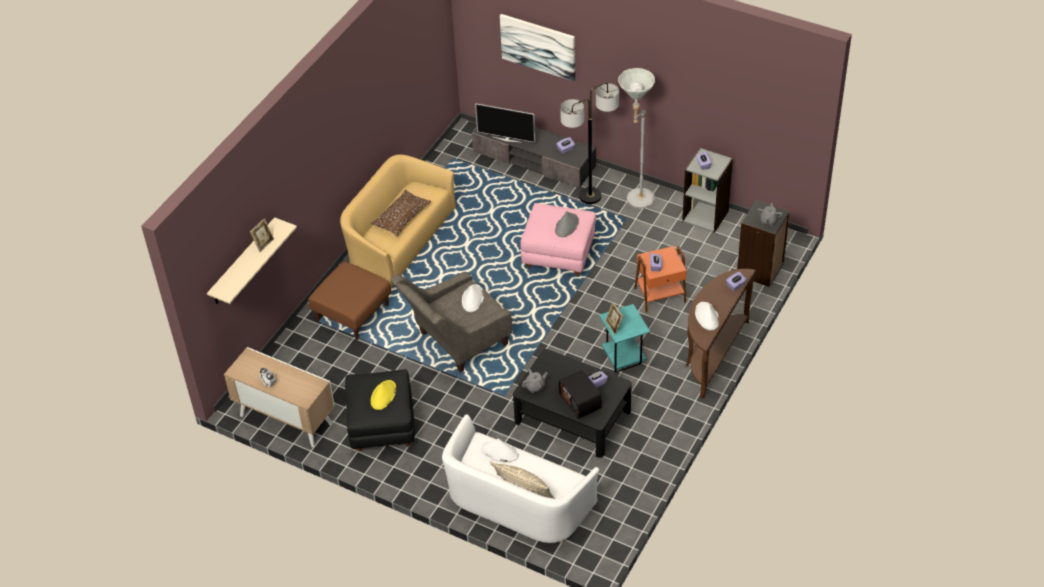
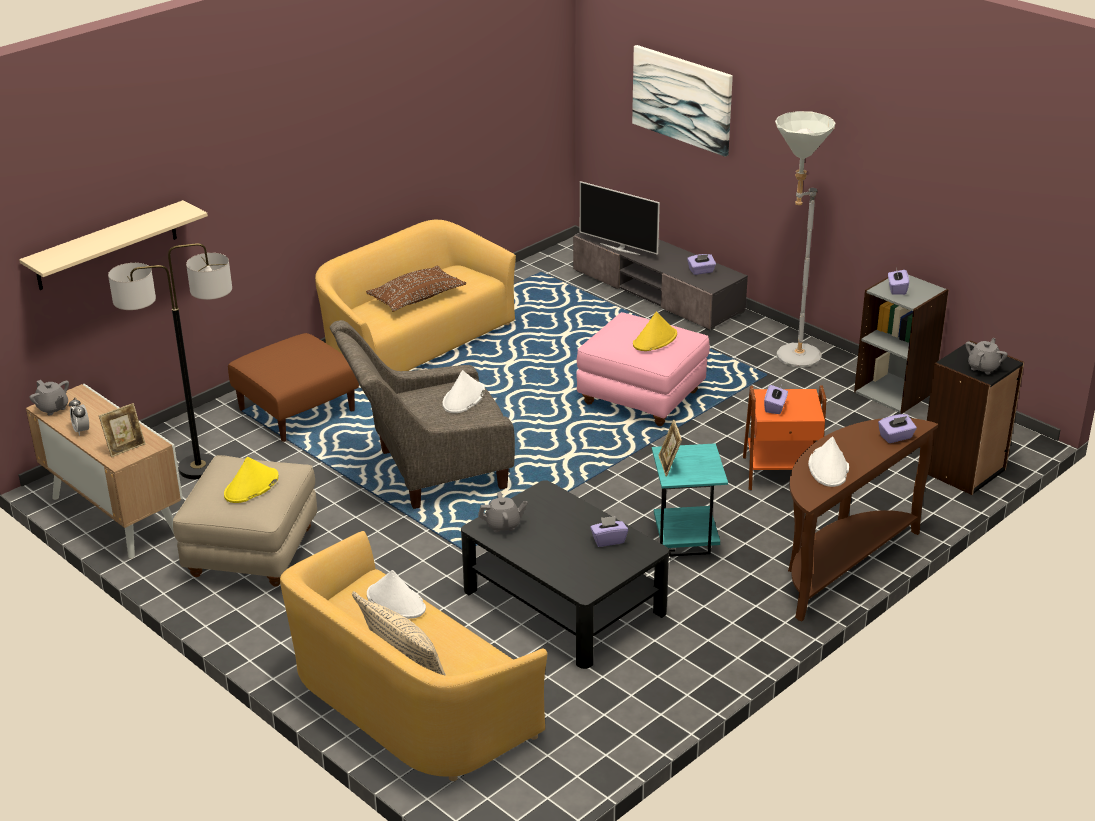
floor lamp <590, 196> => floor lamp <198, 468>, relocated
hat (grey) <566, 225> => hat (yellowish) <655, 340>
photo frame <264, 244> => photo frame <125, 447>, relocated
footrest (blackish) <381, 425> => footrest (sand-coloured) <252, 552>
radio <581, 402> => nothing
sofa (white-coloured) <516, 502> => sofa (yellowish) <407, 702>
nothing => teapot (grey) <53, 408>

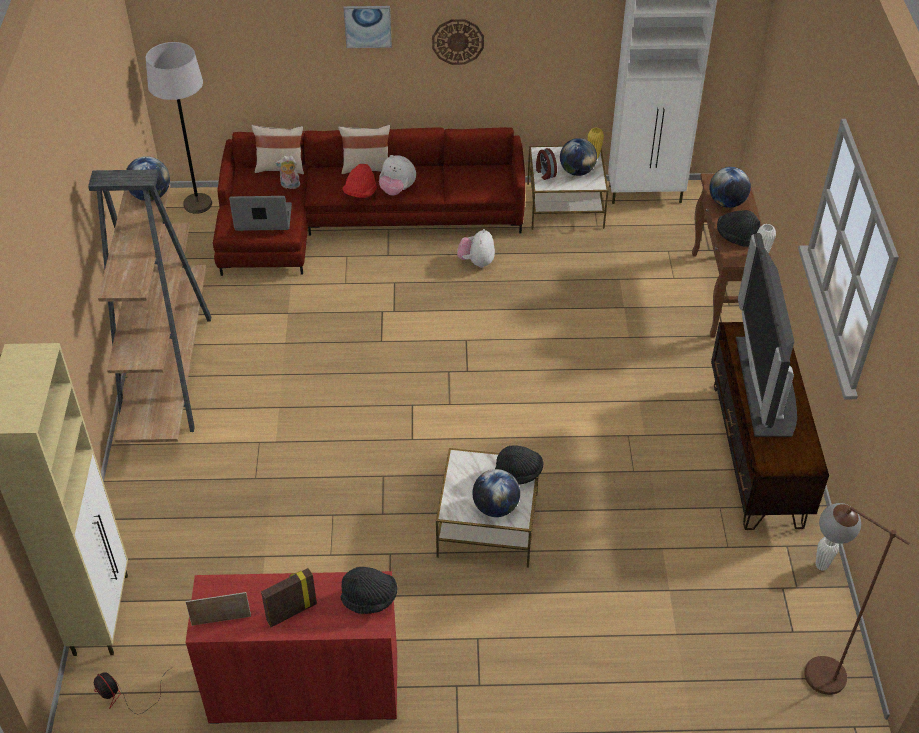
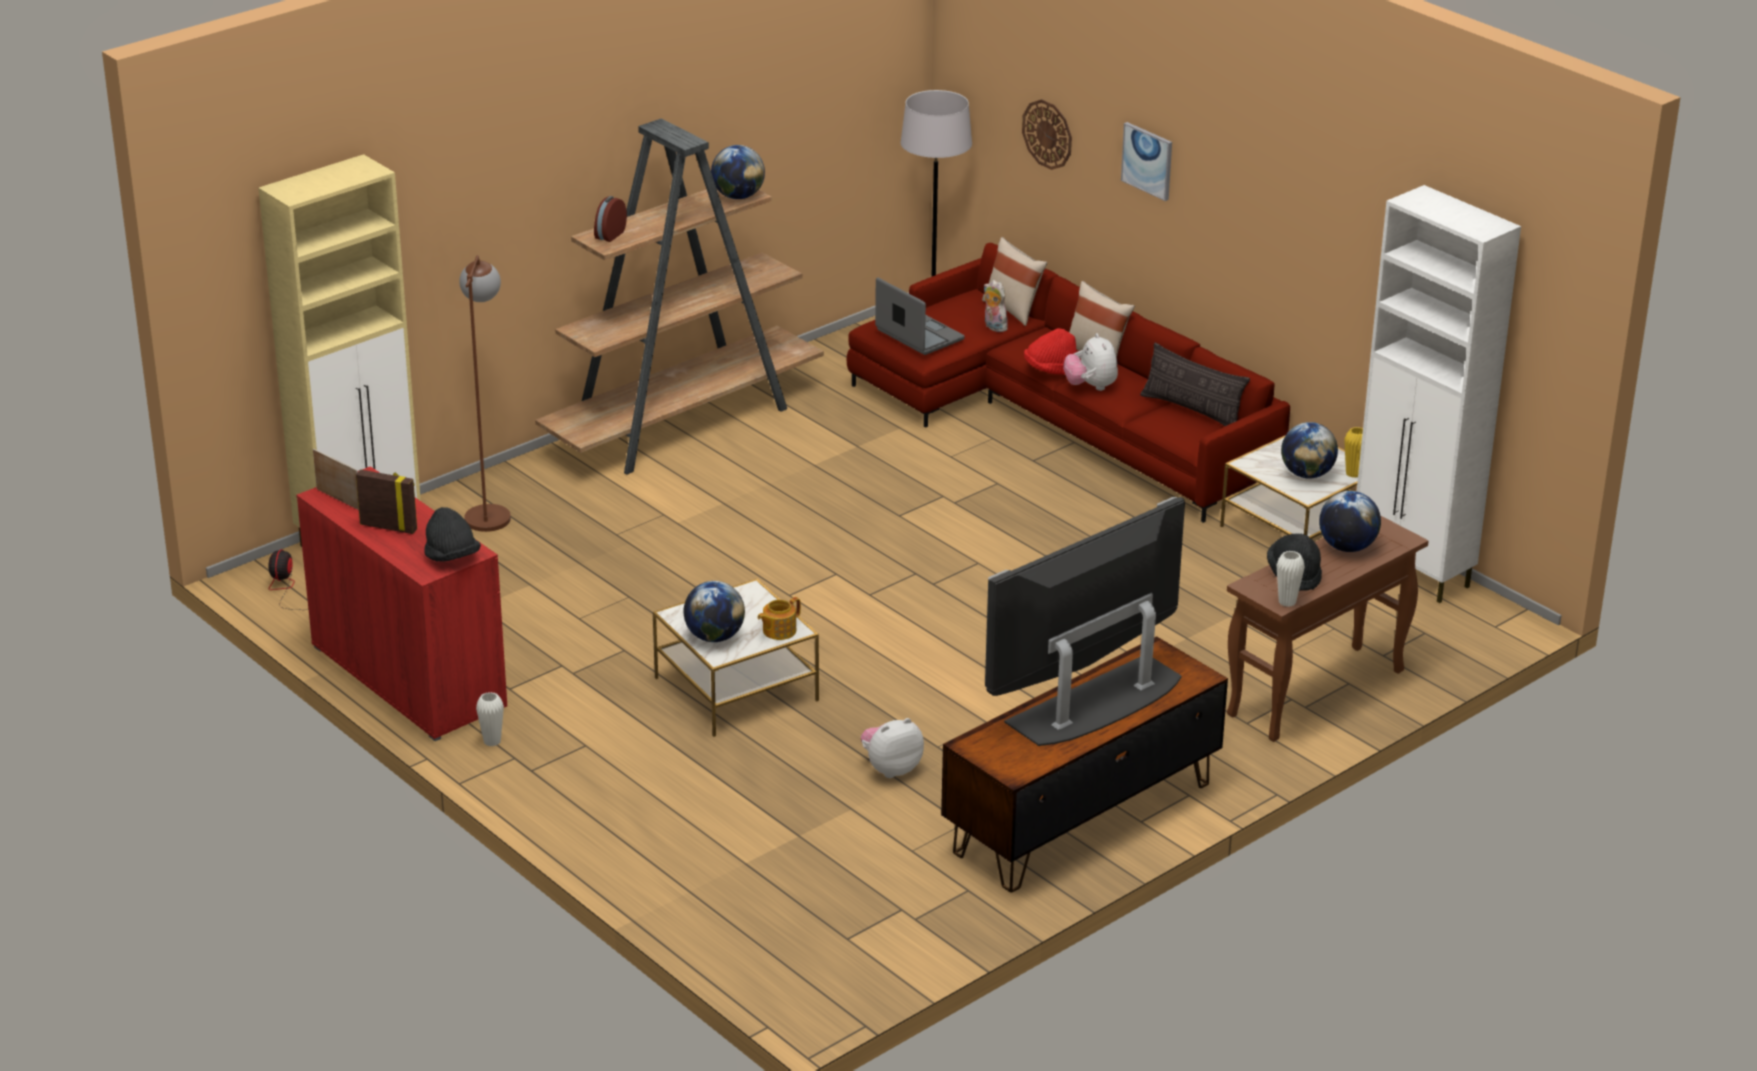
hanging clock <458, 41> => hanging clock <1047, 134>, relocated
alarm clock <545, 173> => alarm clock <609, 235>, relocated
plush toy <476, 262> => plush toy <891, 768>, relocated
hat (blackish) <518, 473> => teapot <778, 631>
floor lamp (brown-coloured) <812, 667> => floor lamp (brown-coloured) <490, 511>, relocated
flower vase (white-coloured) <821, 565> => flower vase (white-coloured) <492, 741>, relocated
nothing => cushion <1192, 411>

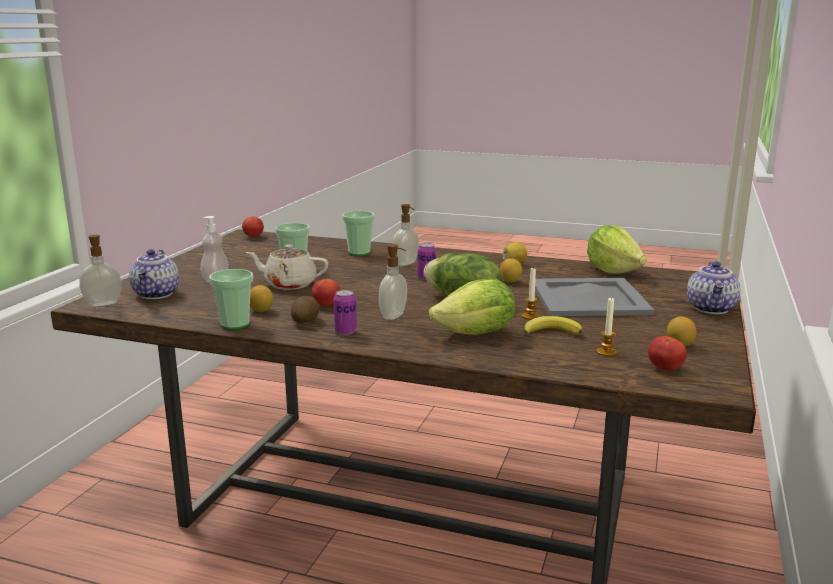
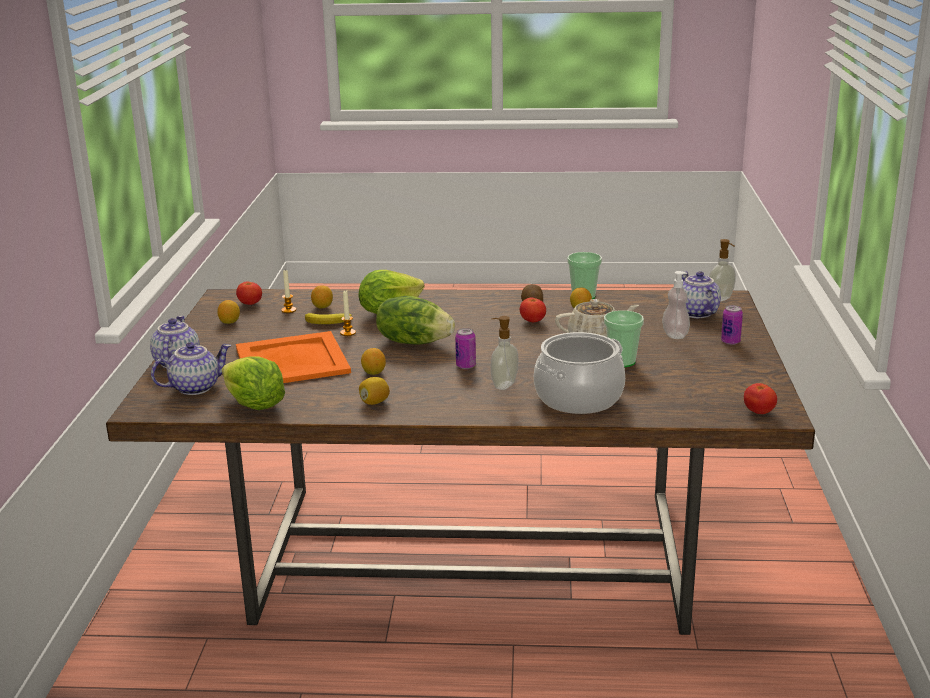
small cup <359, 252> => stockpot <578, 397>
liquid soap bottle <394, 316> => nothing
tray (grey) <590, 298> => tray (orangey) <291, 360>
sealed can <345, 332> => sealed can <730, 341>, relocated
nothing => whole lemon <322, 307>
nothing => teapot <195, 387>

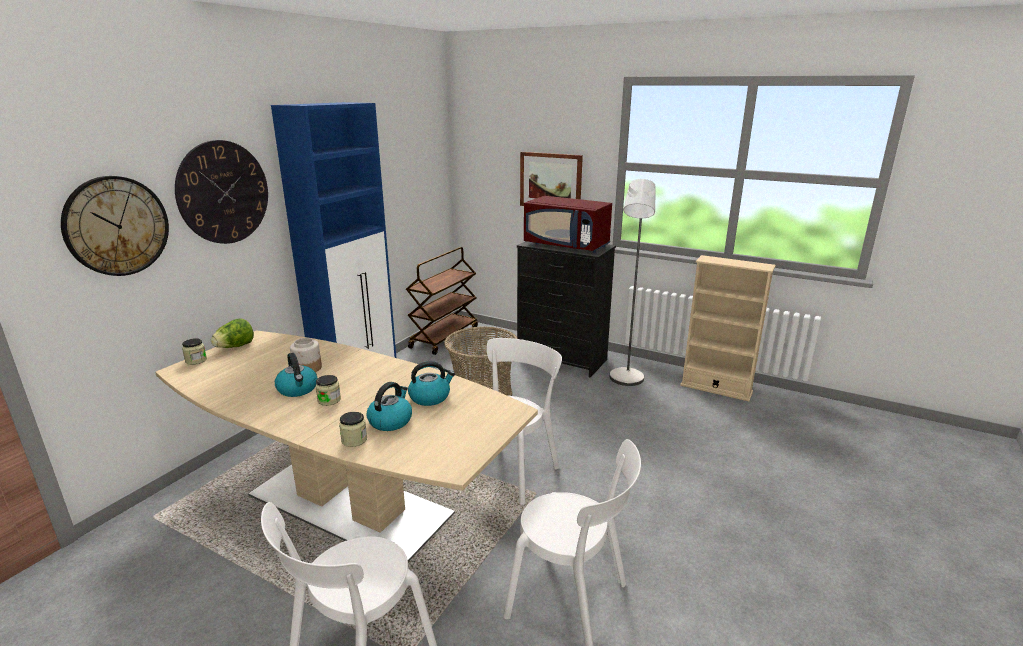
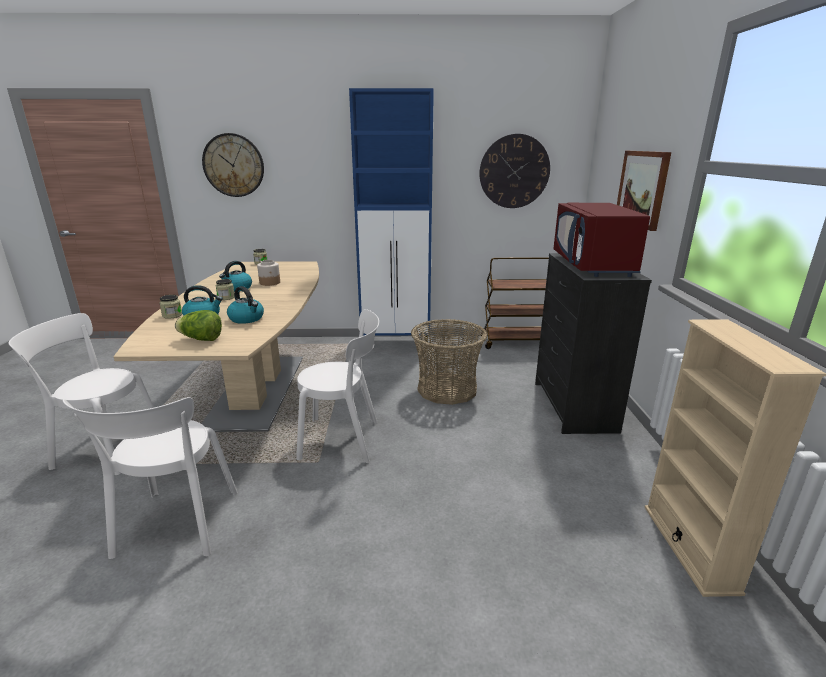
hanging clock <223, 192> => hanging clock <514, 171>, relocated
floor lamp (grey) <625, 381> => nothing
head of lettuce <235, 347> => head of lettuce <201, 339>, relocated

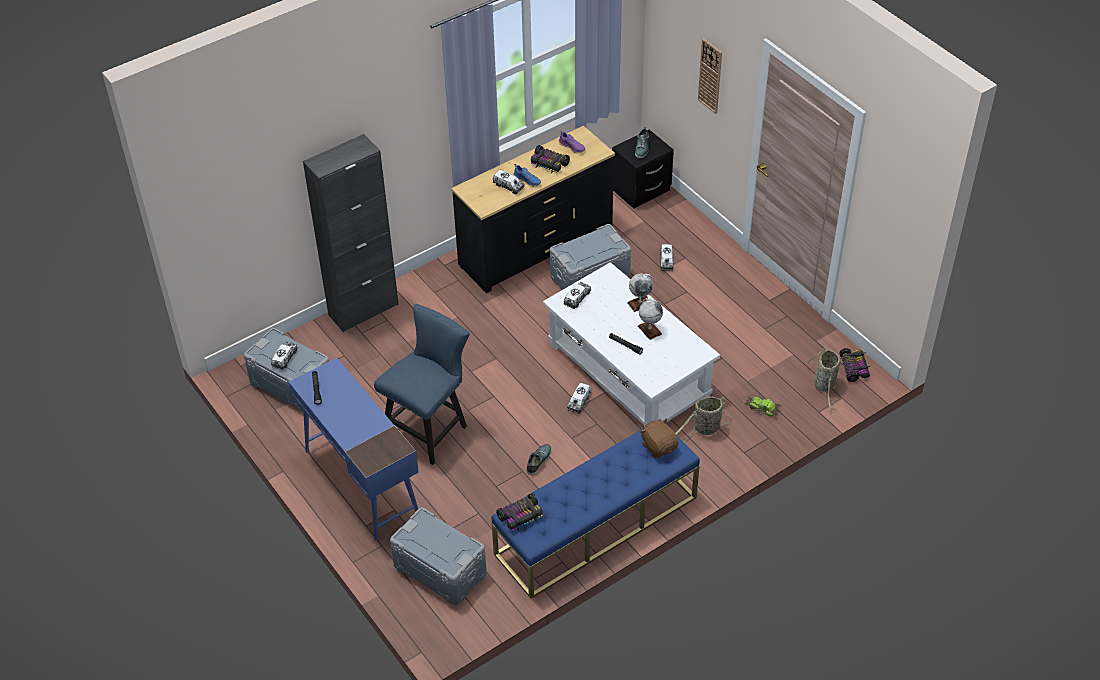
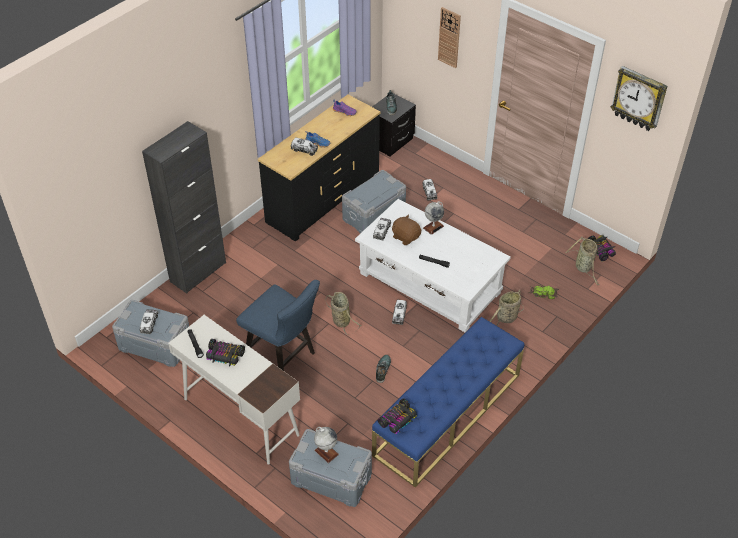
model car <548, 163> => model car <224, 356>, relocated
globe <649, 330> => globe <326, 452>, relocated
upright chair (blue) <429, 427> => upright chair (blue) <284, 359>, 105 degrees clockwise
desk (blue) <361, 482> => desk (white-coloured) <240, 416>
plush toy (brown-coloured) <659, 446> => plush toy (brown-coloured) <406, 237>, relocated
nothing => hanging clock <639, 98>
nothing => storage basket <340, 320>

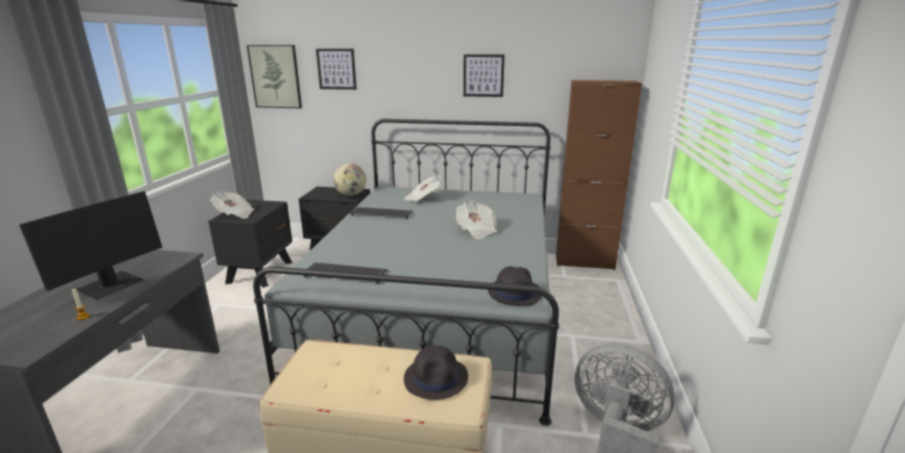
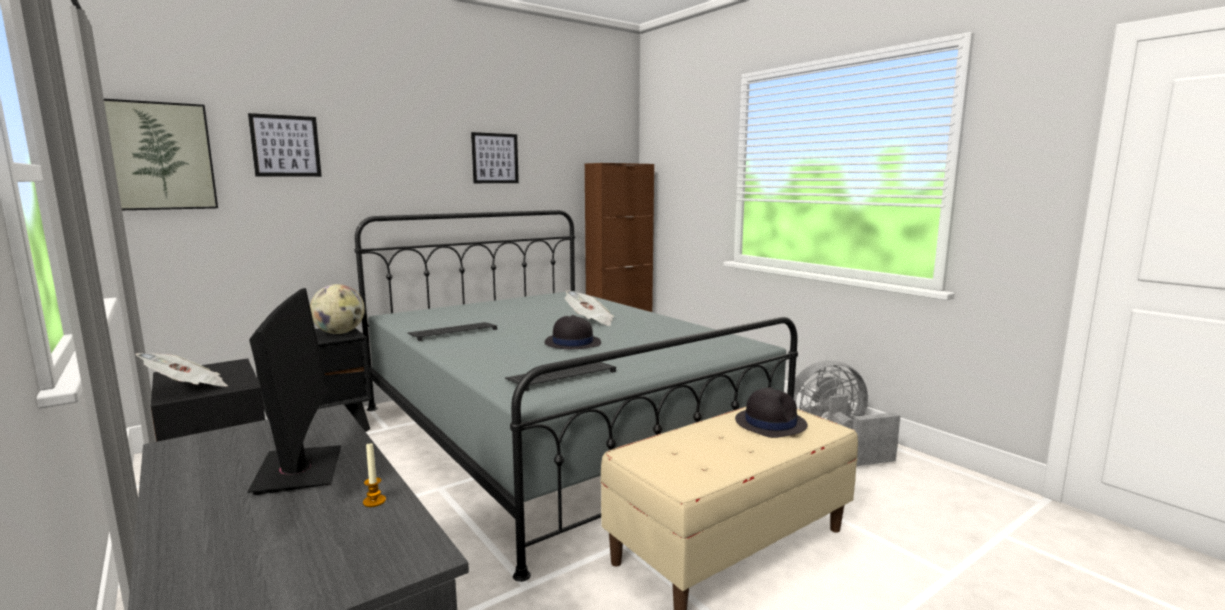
printed paper <422, 198> => nothing
hat (blackish) <514, 292> => hat (blackish) <572, 343>, relocated

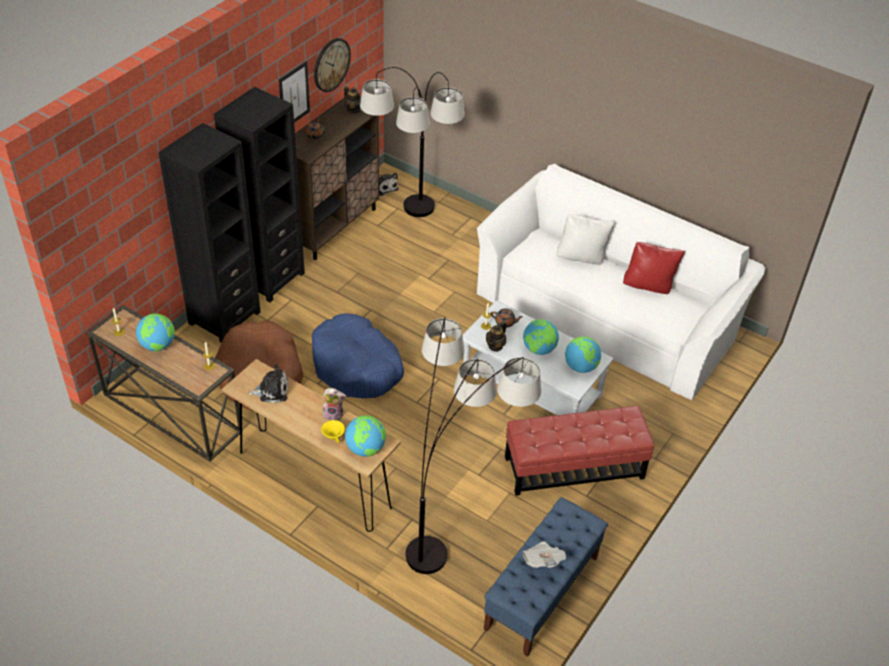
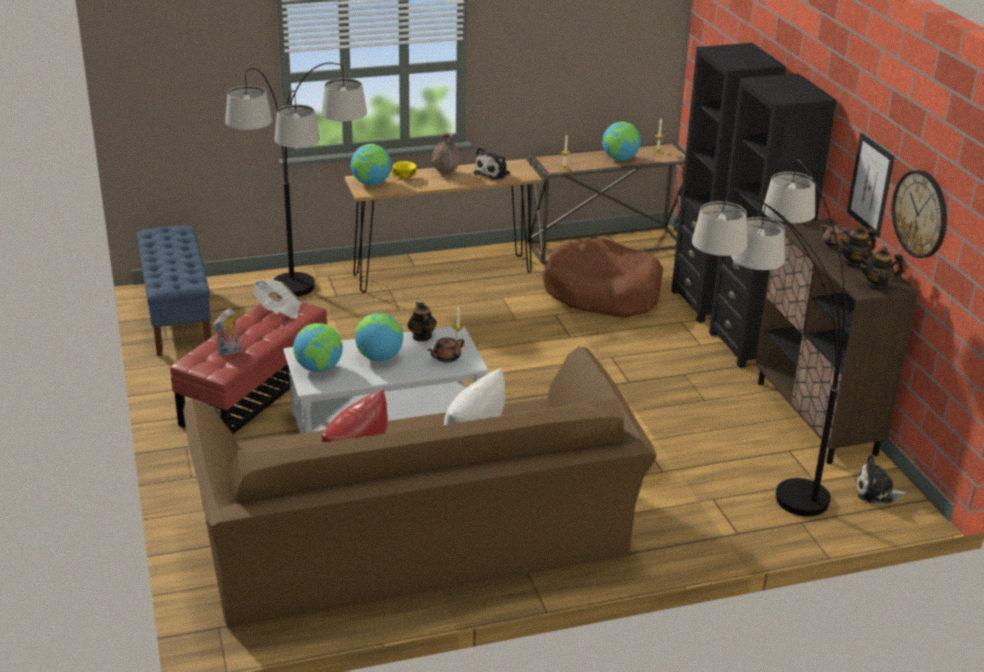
sofa (white-coloured) <609, 311> => sofa (brown-coloured) <418, 547>
pet bed (blue) <356, 366> => nothing
plush toy <334, 414> => plush toy <229, 352>, relocated
printed paper <542, 561> => printed paper <279, 310>, relocated
nothing => flower vase (brown-coloured) <445, 172>
nothing => teapot <854, 263>

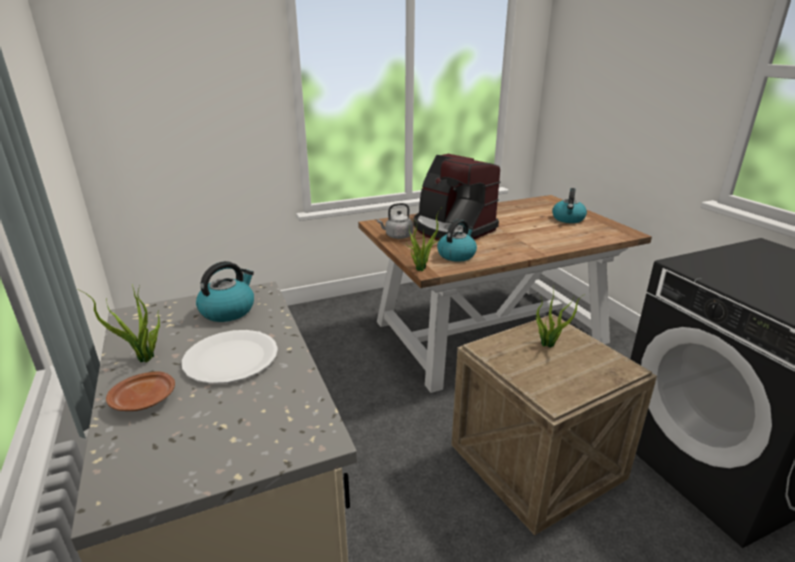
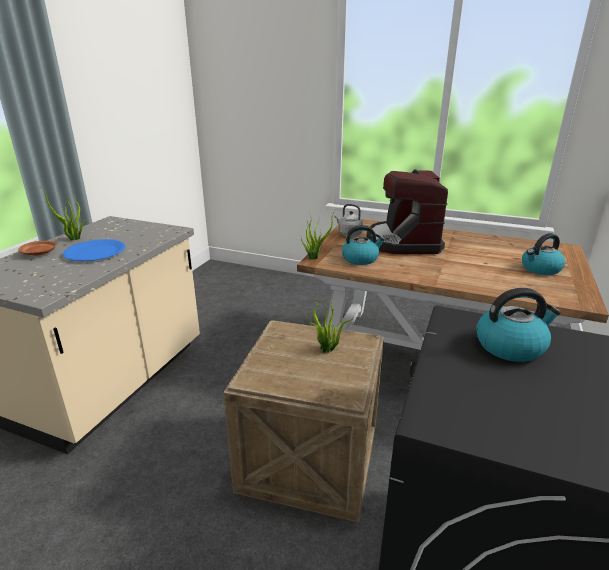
tea kettle <228, 310> => tea kettle <510, 346>, relocated
dinner plate (white-coloured) <231, 358> => dinner plate (blue) <95, 252>

